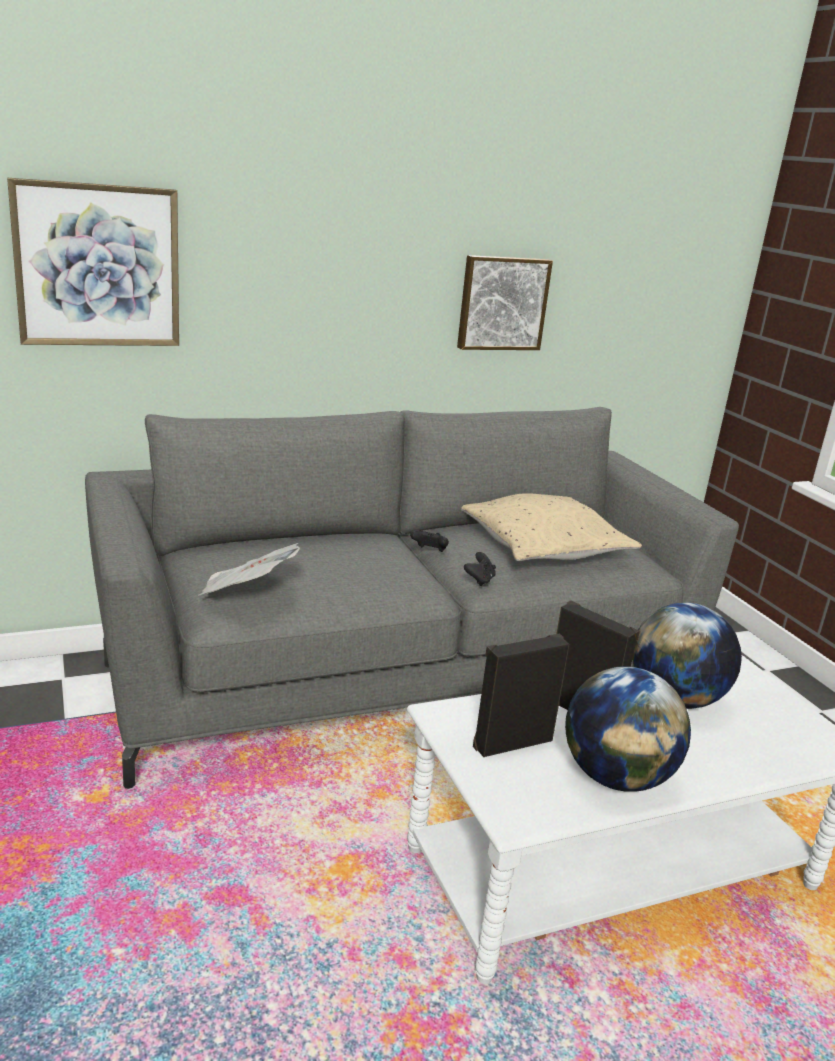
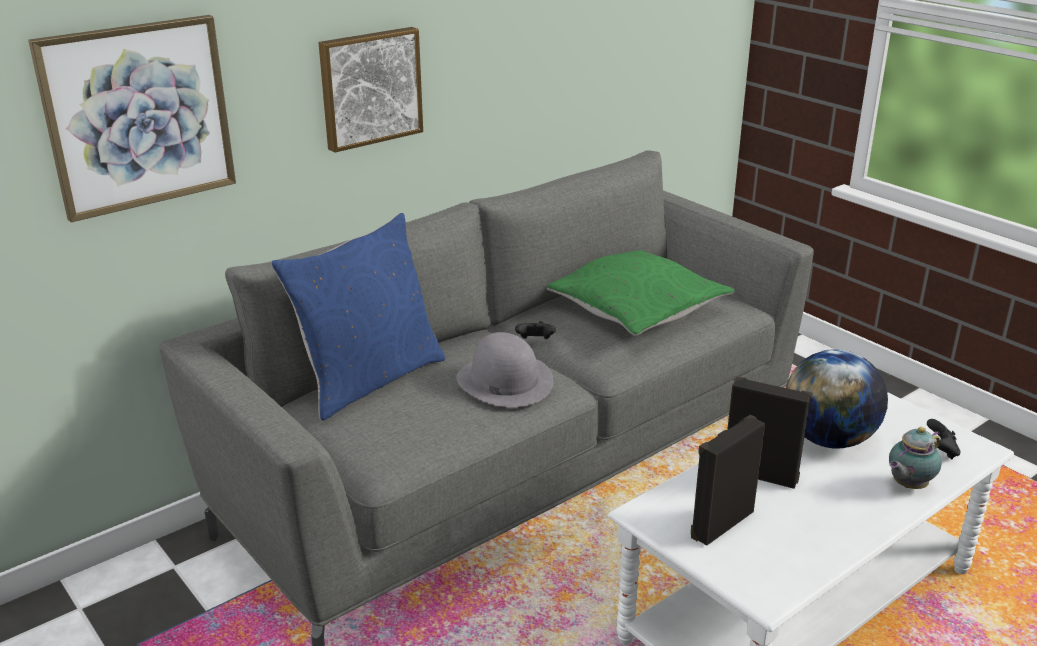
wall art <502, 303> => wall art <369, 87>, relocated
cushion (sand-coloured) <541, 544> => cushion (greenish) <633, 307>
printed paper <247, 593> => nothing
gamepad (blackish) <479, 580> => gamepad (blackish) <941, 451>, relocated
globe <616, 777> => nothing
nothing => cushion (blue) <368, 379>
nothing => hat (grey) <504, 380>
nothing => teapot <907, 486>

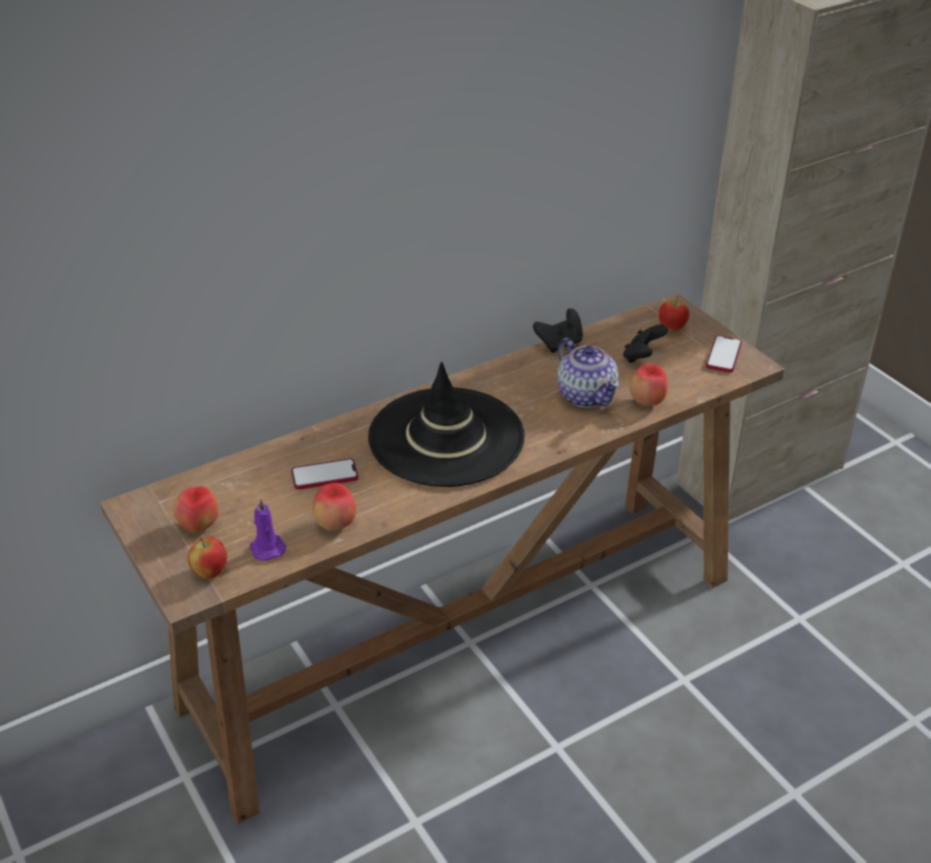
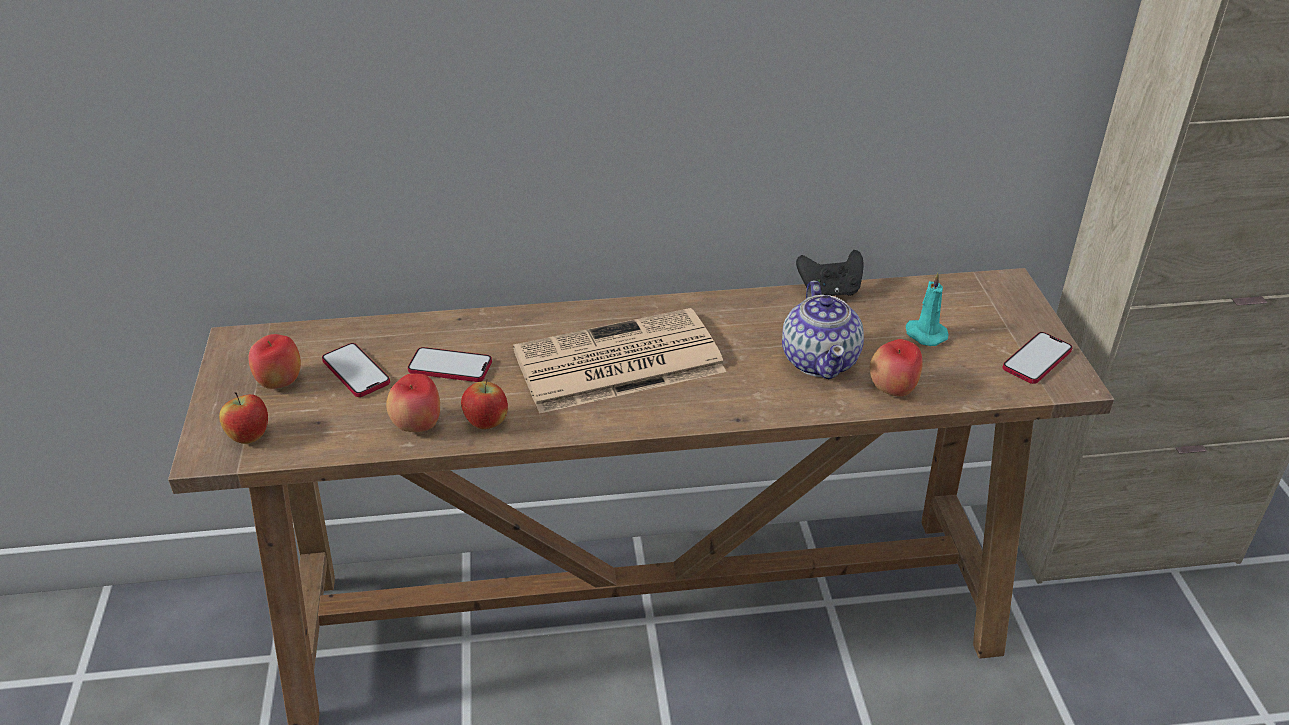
apple fruit <671, 329> => apple fruit <486, 423>, relocated
gamepad (blackish) <642, 357> => wax candle (blue-green) <924, 334>
hat (blackish) <446, 437> => printed paper <616, 363>
wax candle (purplish) <267, 547> => nothing
nothing => telephone <356, 372>

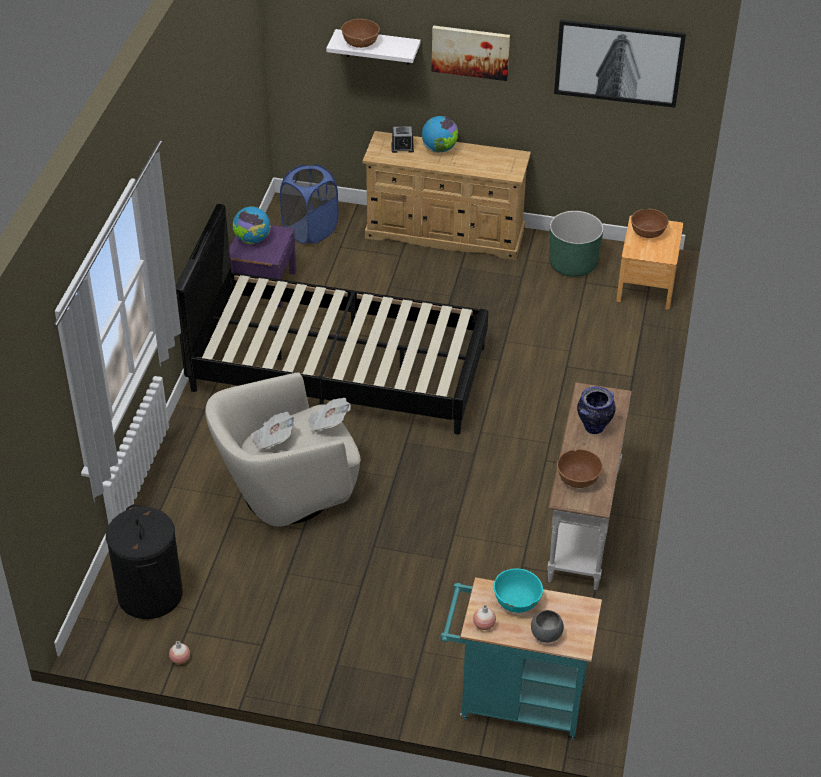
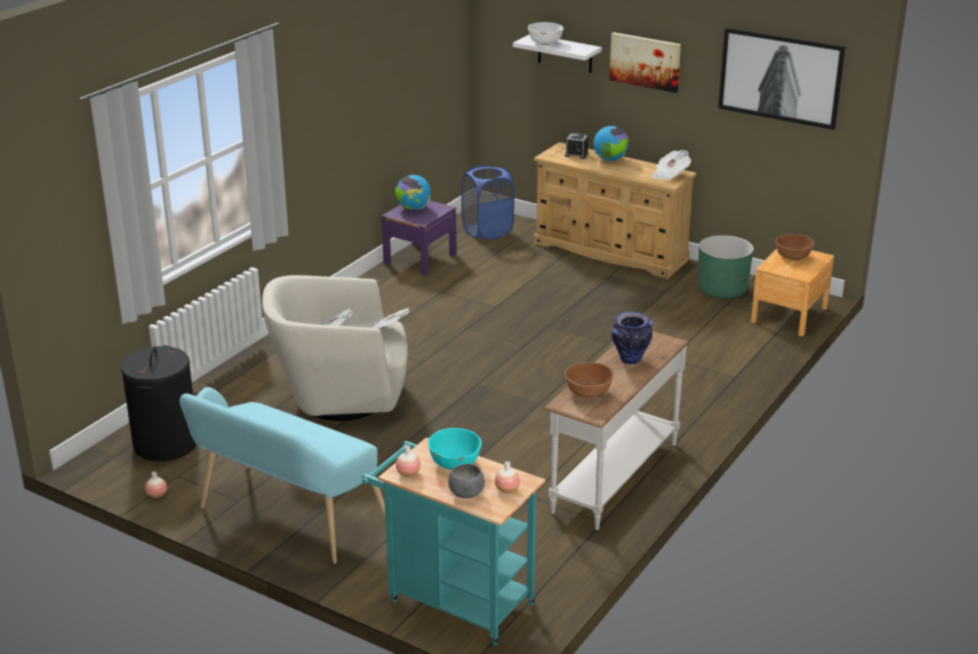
bowl (brown-coloured) <360, 43> => bowl (white-coloured) <545, 43>
bedroom bed (blackish) <338, 368> => nothing
nothing => printed paper <669, 175>
nothing => long seat (blue-green) <285, 518>
nothing => flower vase <507, 489>

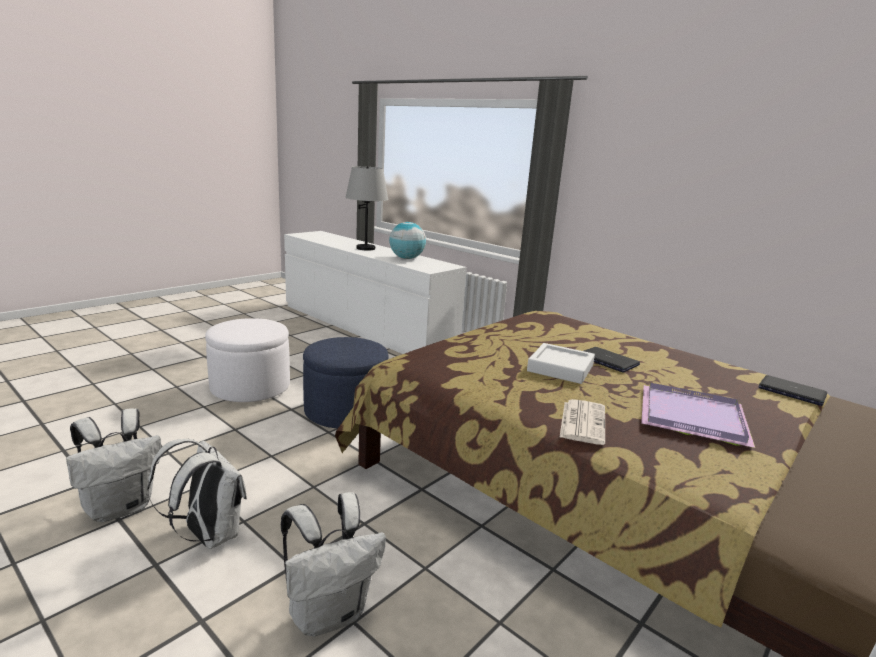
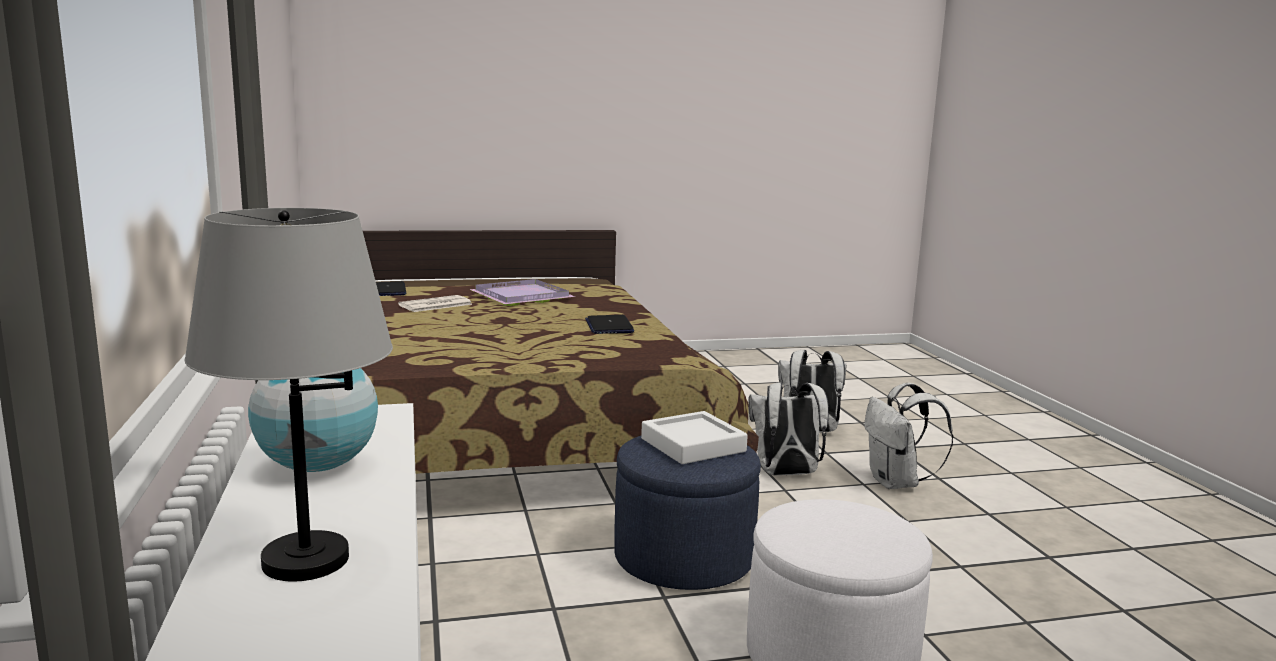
tray (white-coloured) <560, 368> => tray (white-coloured) <693, 445>, relocated
portable computer <608, 361> => portable computer <609, 326>, relocated
printed paper <582, 421> => printed paper <435, 305>, relocated
rucksack (white-coloured) <121, 507> => rucksack (white-coloured) <785, 474>, relocated

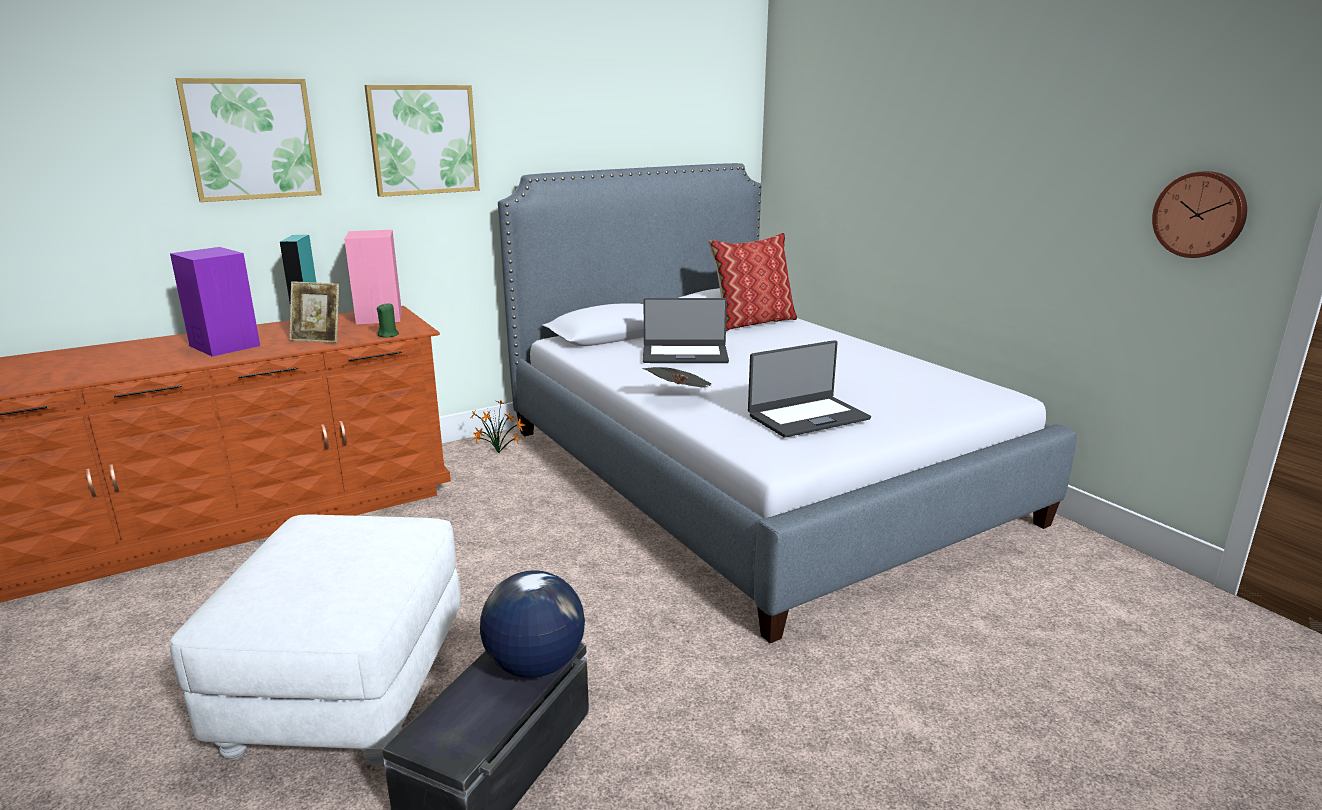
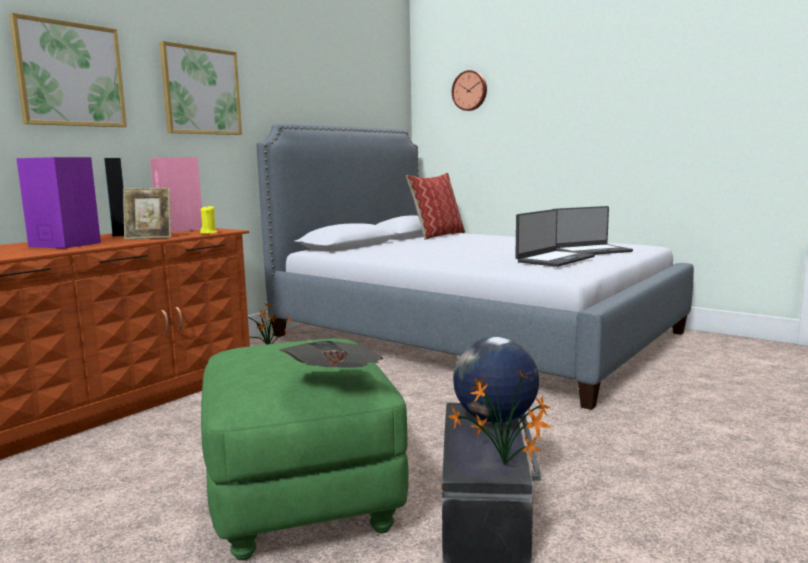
hanging clock <1200, 214> => hanging clock <470, 90>, relocated
portable computer <685, 355> => portable computer <590, 251>, relocated
wax candle (greenish) <388, 335> => wax candle (yellowish) <209, 233>
printed paper <680, 396> => printed paper <335, 383>, relocated
footrest (white-coloured) <346, 690> => footrest (greenish) <302, 495>
nothing => plant in a pot <506, 466>

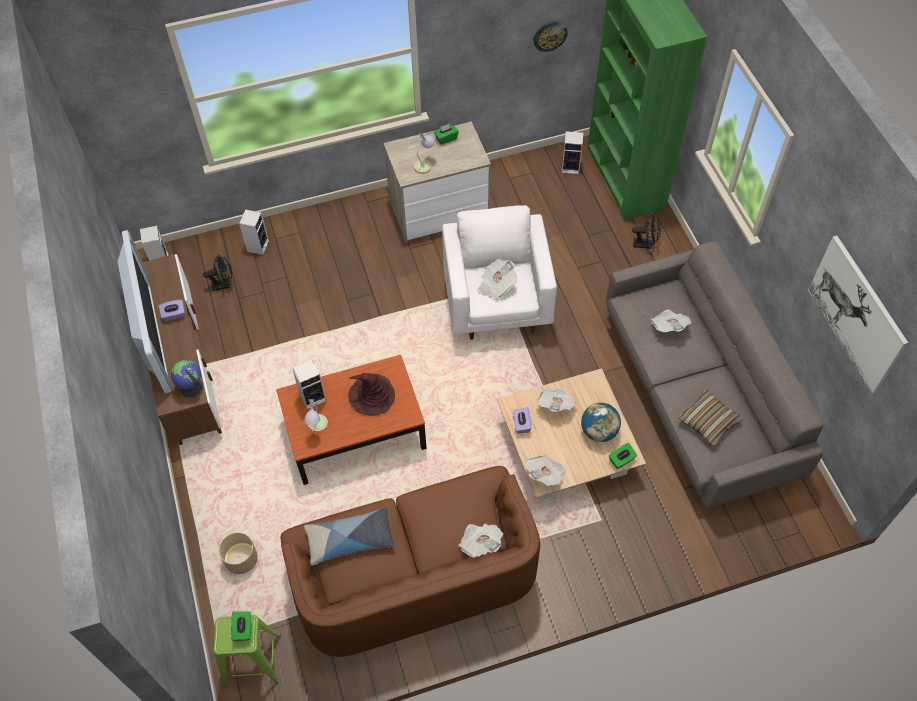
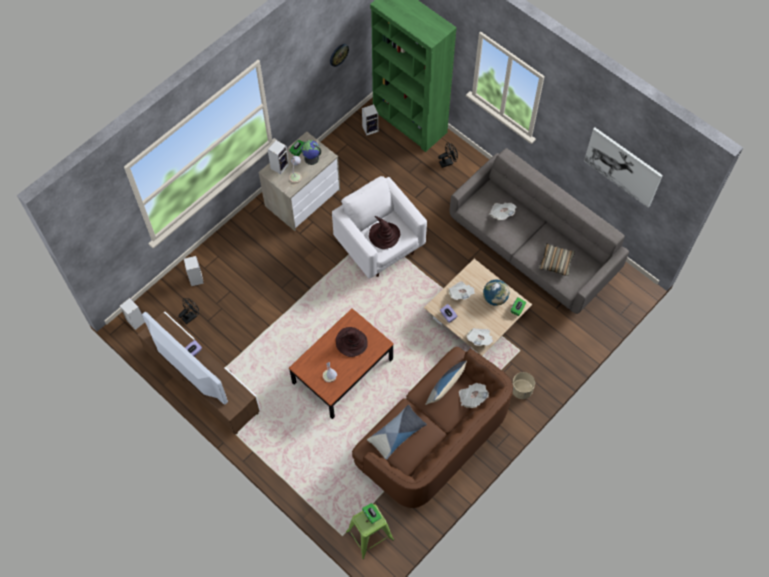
printed paper <496, 285> => hat (brown-coloured) <384, 235>
loudspeaker <313, 396> => loudspeaker <279, 166>, relocated
globe <191, 387> => globe <311, 159>, relocated
planter (sand-coloured) <241, 560> => planter (sand-coloured) <521, 390>, relocated
nothing => cushion <445, 387>

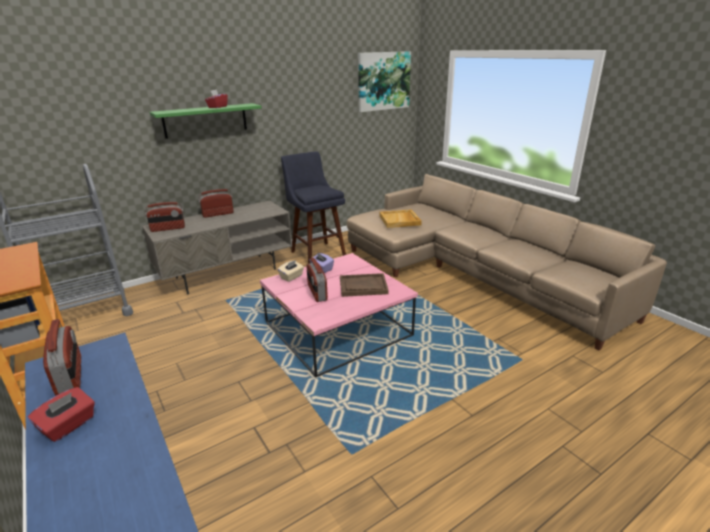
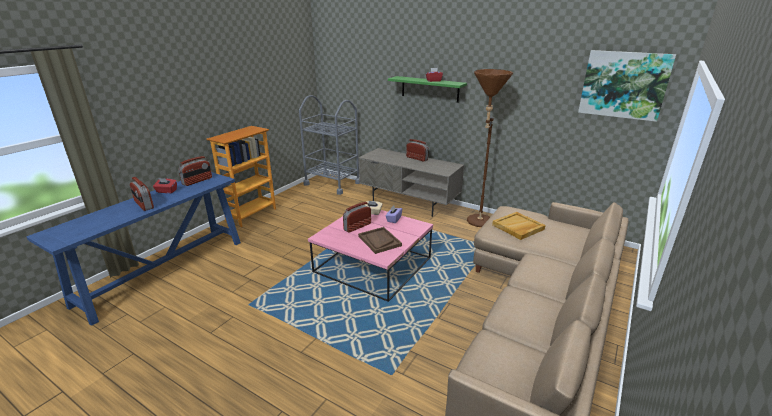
stool seat (blue) <316, 252> => floor lamp (brown-coloured) <477, 223>
radio <168, 229> => radio <143, 205>, relocated

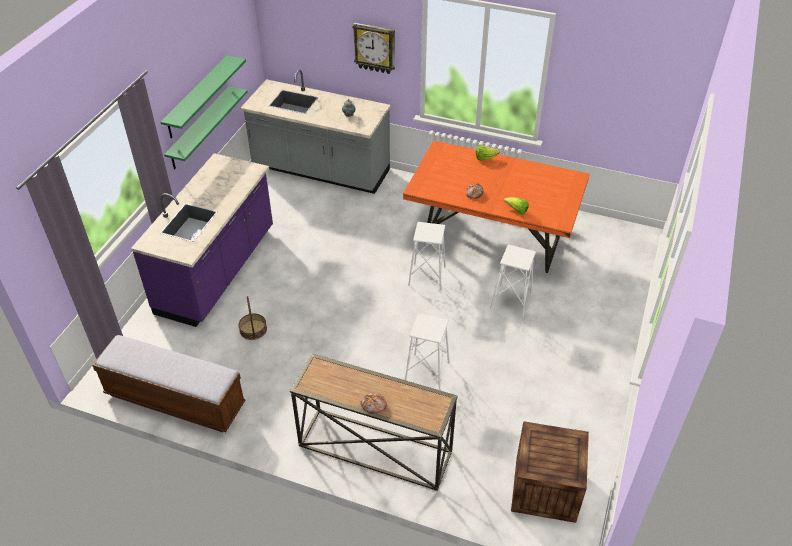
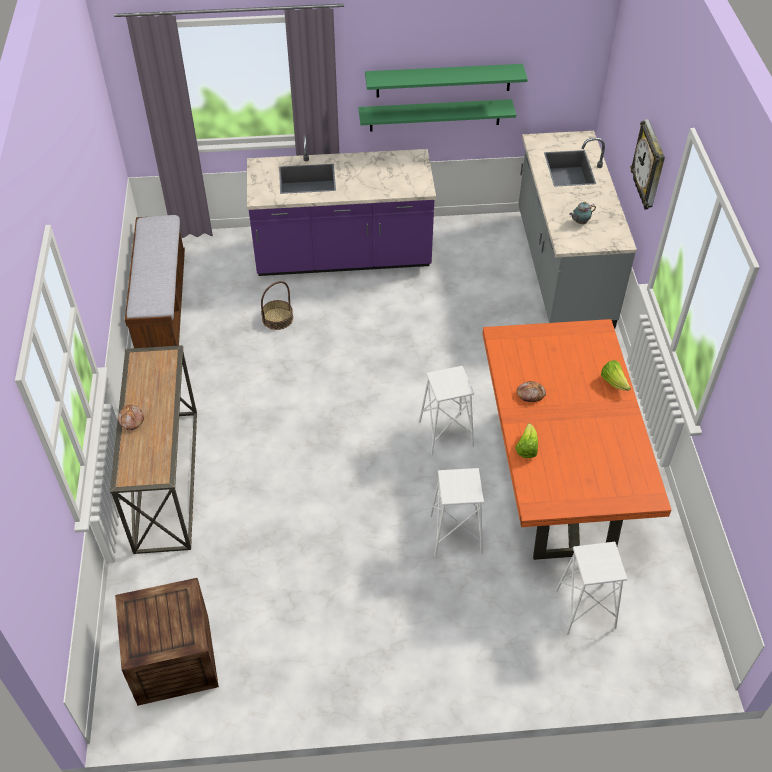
stool seat (white-coloured) <427, 372> => stool seat (white-coloured) <584, 609>, relocated

